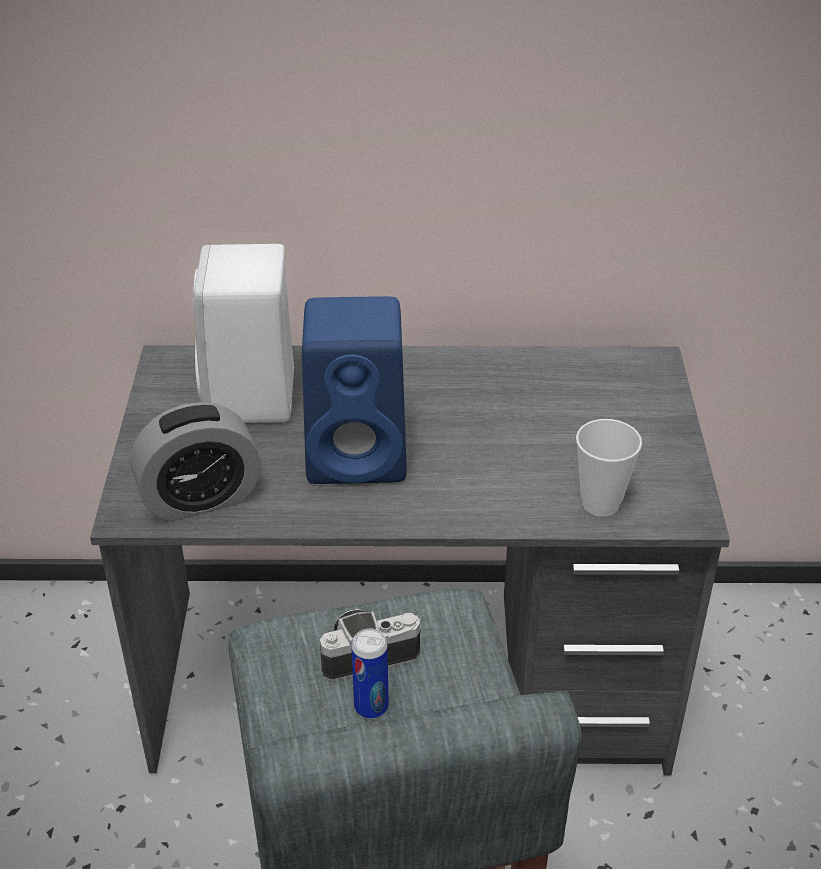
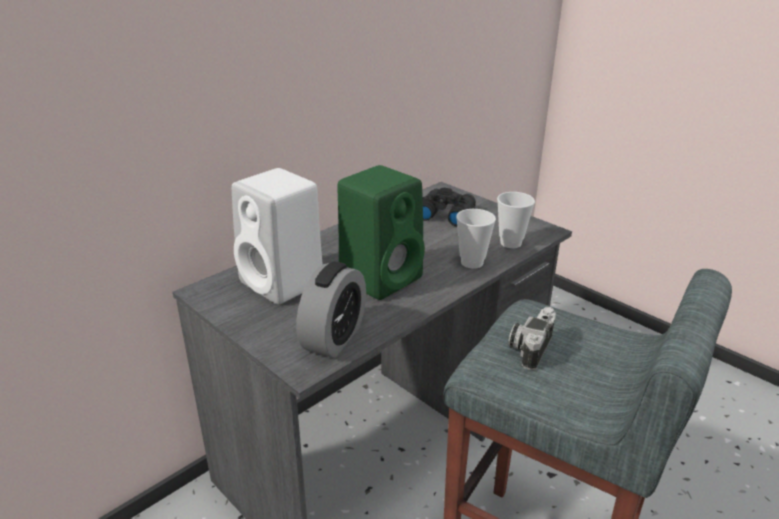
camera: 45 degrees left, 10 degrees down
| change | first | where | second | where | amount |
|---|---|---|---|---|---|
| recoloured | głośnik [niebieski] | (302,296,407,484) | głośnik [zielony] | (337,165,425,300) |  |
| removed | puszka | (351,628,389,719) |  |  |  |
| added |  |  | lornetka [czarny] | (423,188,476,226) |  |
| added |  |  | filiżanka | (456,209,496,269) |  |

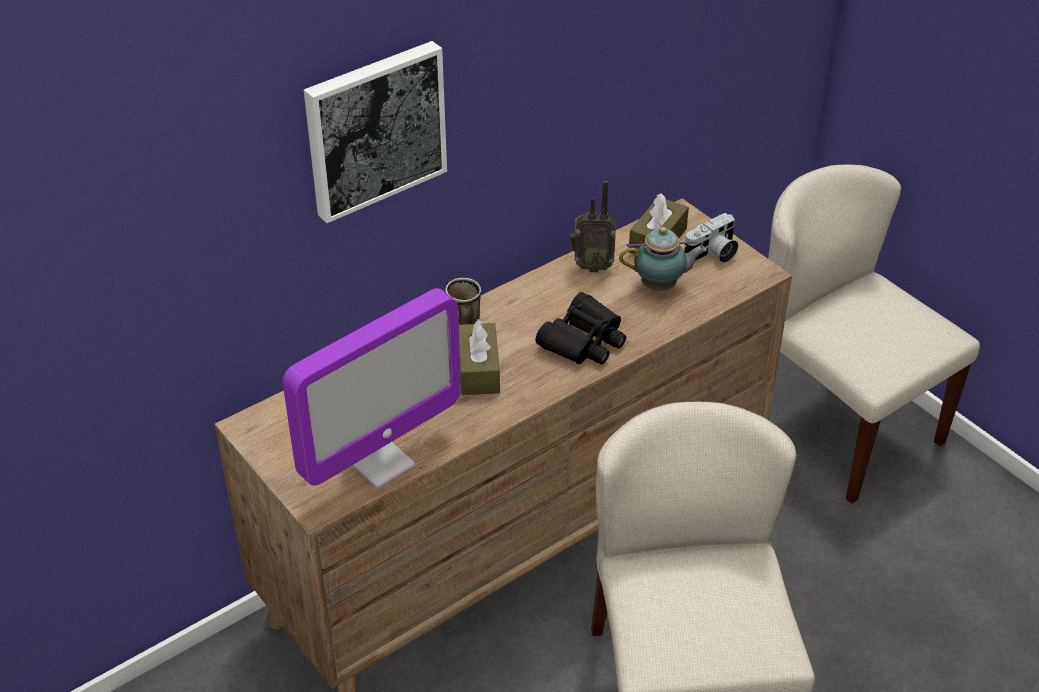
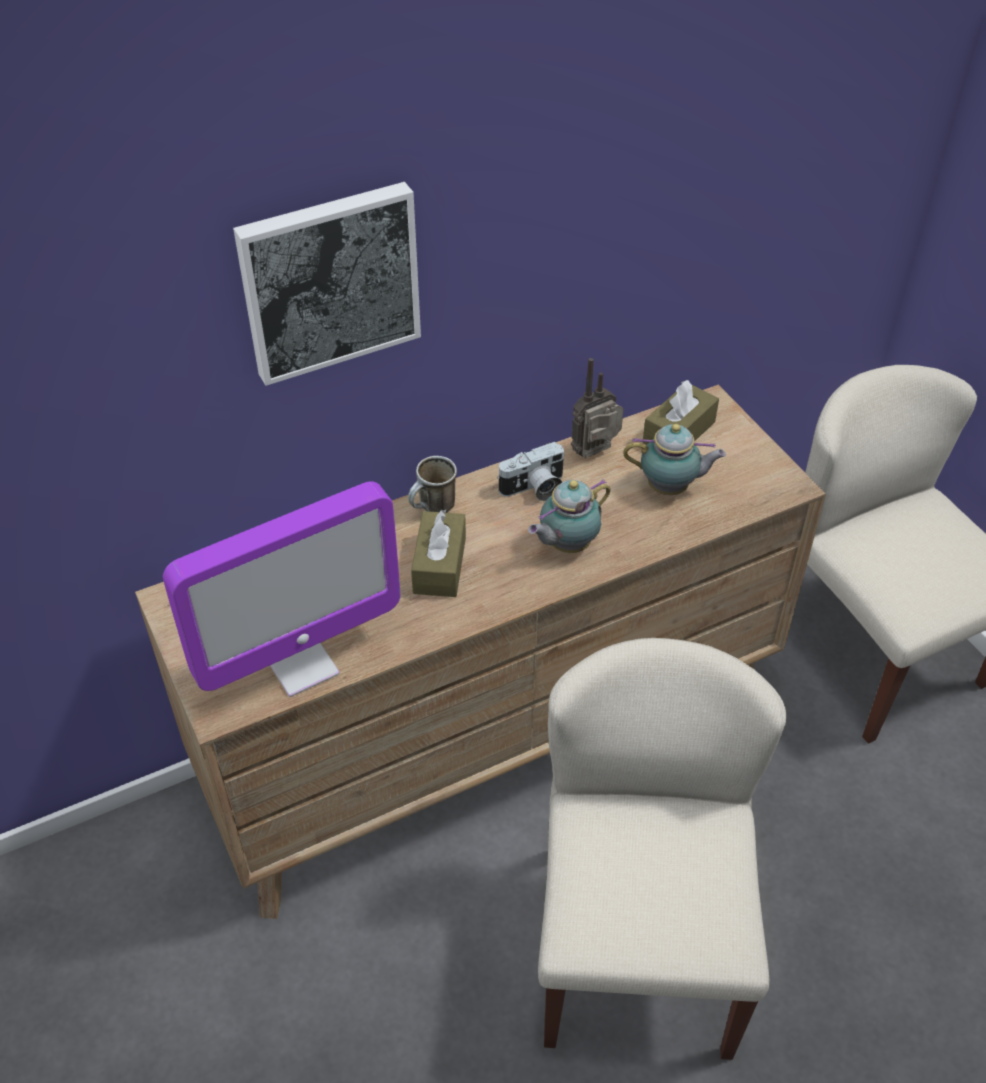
camera: 10 degrees right, 5 degrees up
| change | first | where | second | where | amount |
|---|---|---|---|---|---|
| replaced | lornetka [czarny] | (535,292,626,364) | imbryk | (528,479,610,553) |  |
| turned | radio | (570,181,616,272) |  | (571,358,624,458) | 135 degrees clockwise |
| moved | aparat fotograficzny | (684,213,738,263) |  | (497,442,565,501) |  |

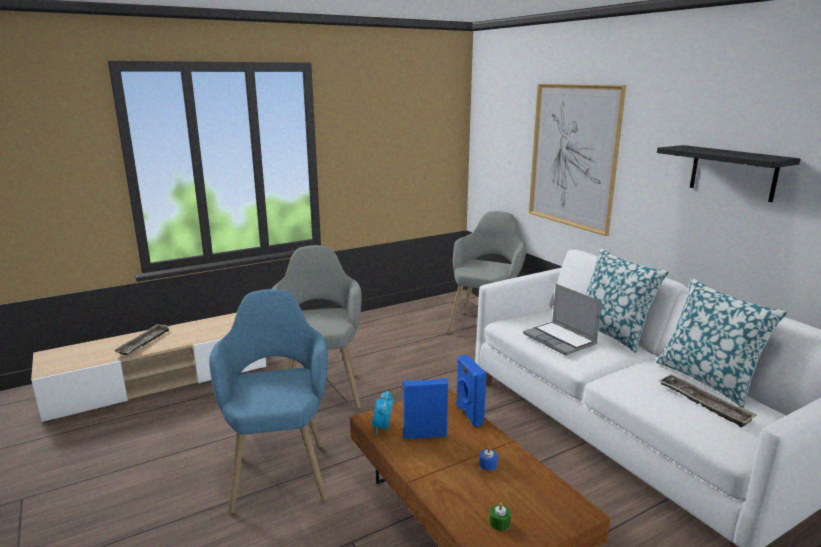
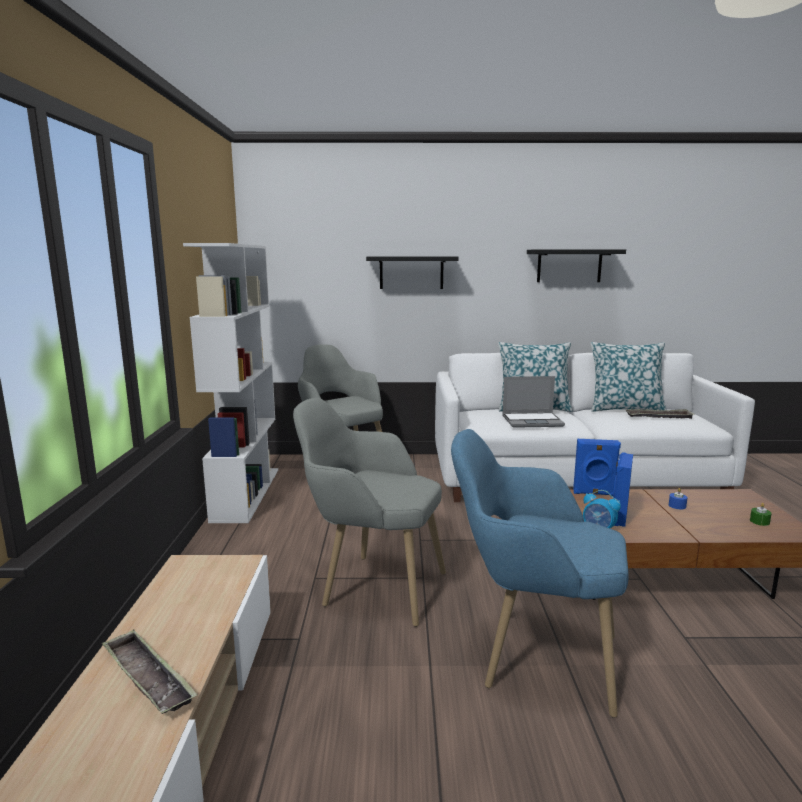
camera: 60 degrees left, 5 degrees down
| change | first | where | second | where | amount |
|---|---|---|---|---|---|
| replaced | obraz | (529,84,626,236) | półka [czarny] | (366,257,459,289) |  |
| added |  |  | regał [biały] | (183,243,278,523) |  |

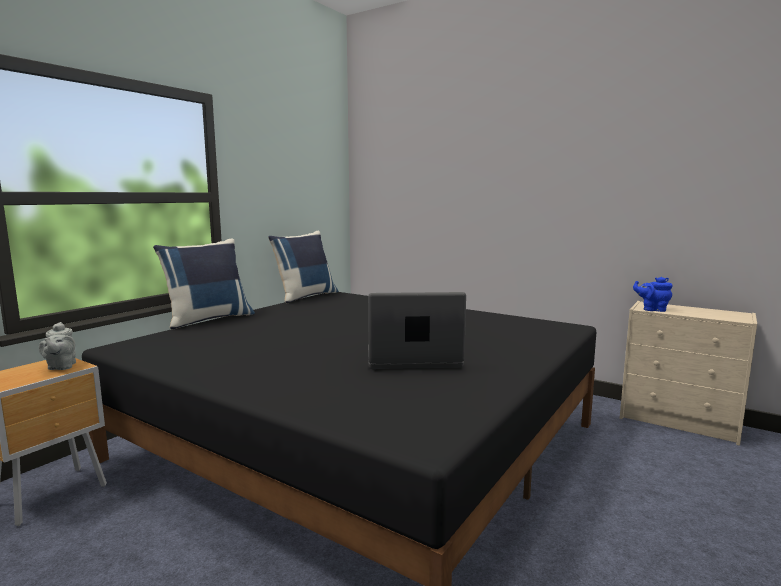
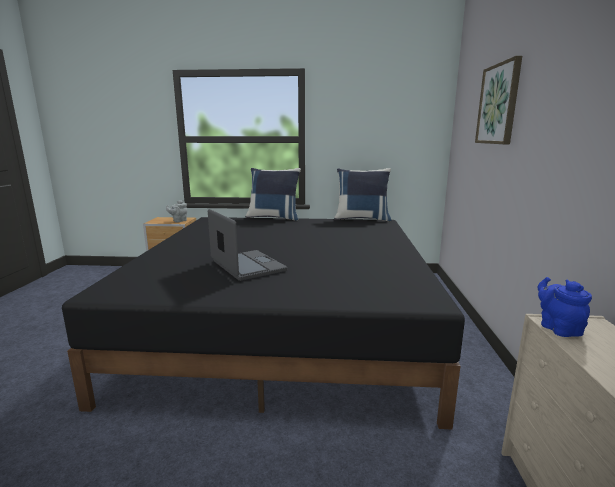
camera: 60 degrees right, 5 degrees up
| change | first | where | second | where | amount |
|---|---|---|---|---|---|
| added |  |  | obraz | (475,56,522,144) |  |

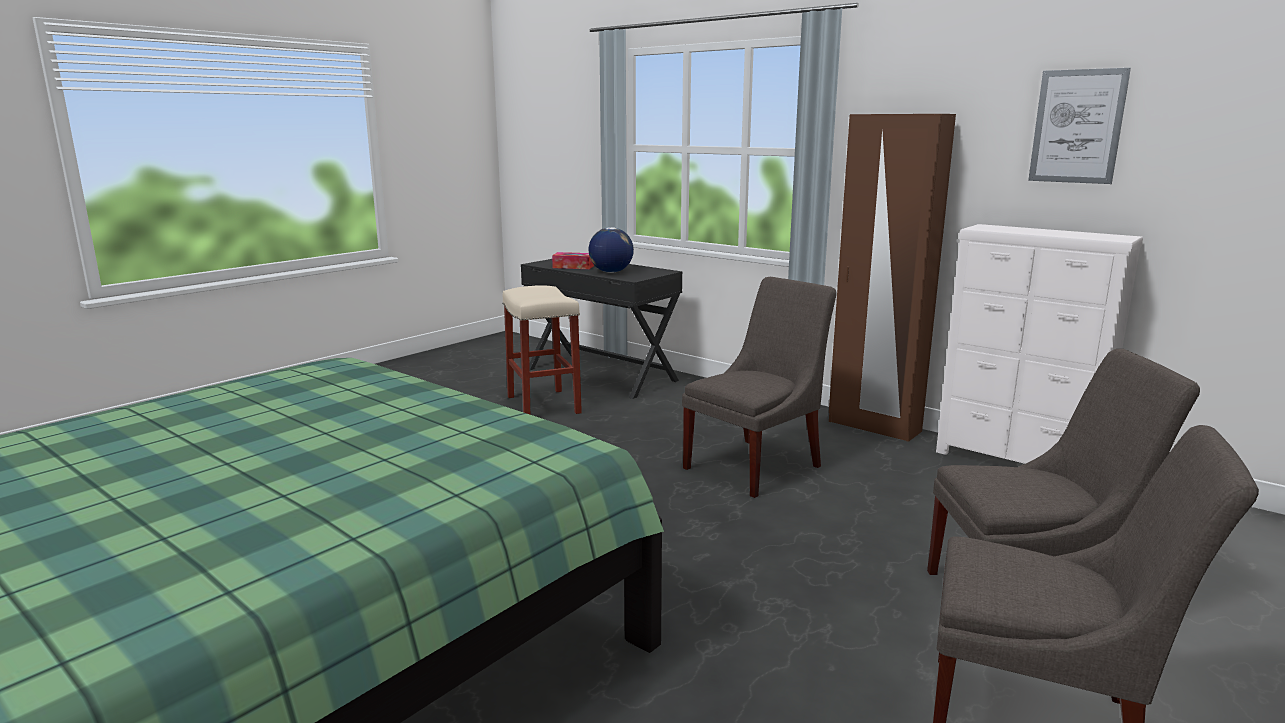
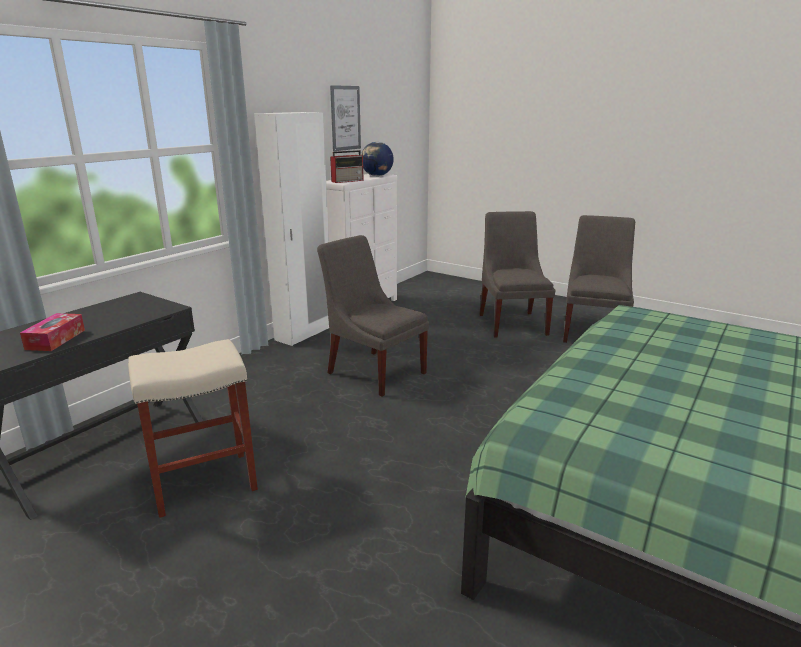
camera: 95 degrees left, 5 degrees up
| change | first | where | second | where | amount |
|---|---|---|---|---|---|
| moved | globus | (589,227,634,273) |  | (361,142,394,176) |  |
| recoloured | szafa [brązowy] | (829,114,956,442) | szafa [biały] | (254,112,329,346) |  |
| added |  |  | radio | (330,150,364,183) |  |

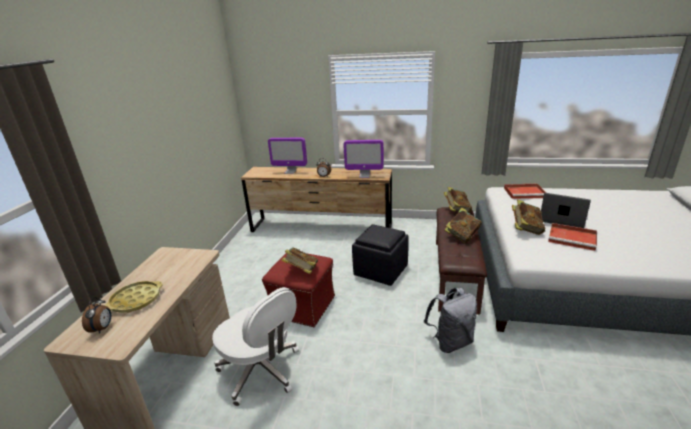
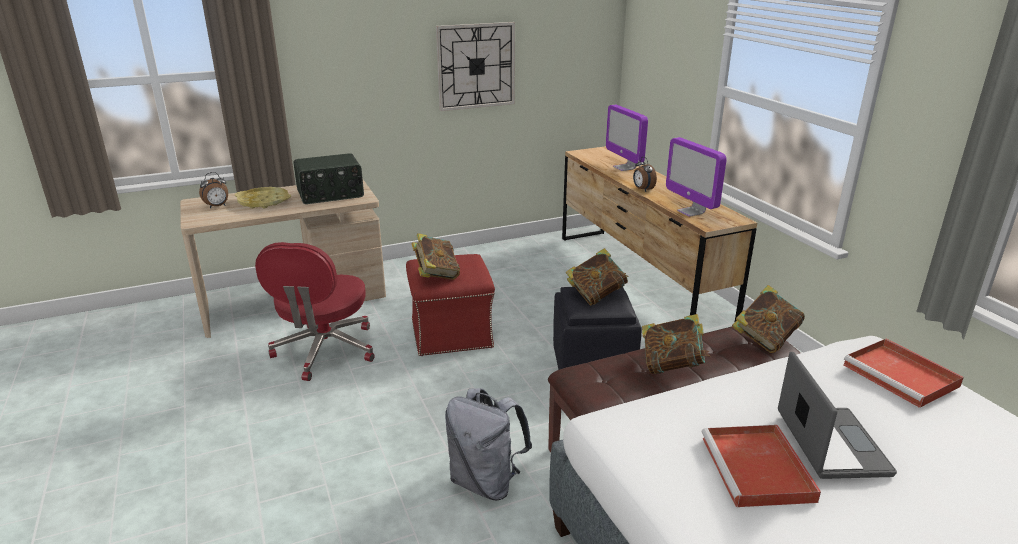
camera: 55 degrees right, 0 degrees up
| change | first | where | second | where | amount |
|---|---|---|---|---|---|
| recoloured | krzesło biurowe [biały] | (212,287,299,406) | krzesło biurowe [czerwony] | (255,242,375,381) |  |
| moved | książka | (512,200,545,235) |  | (566,248,629,306) |  |
| added |  |  | radio | (294,153,364,204) |  |
| added |  |  | zegar ścienny | (436,22,515,111) |  |

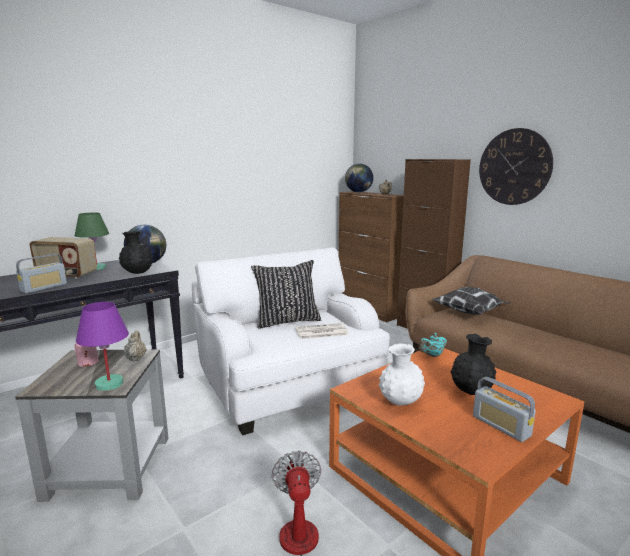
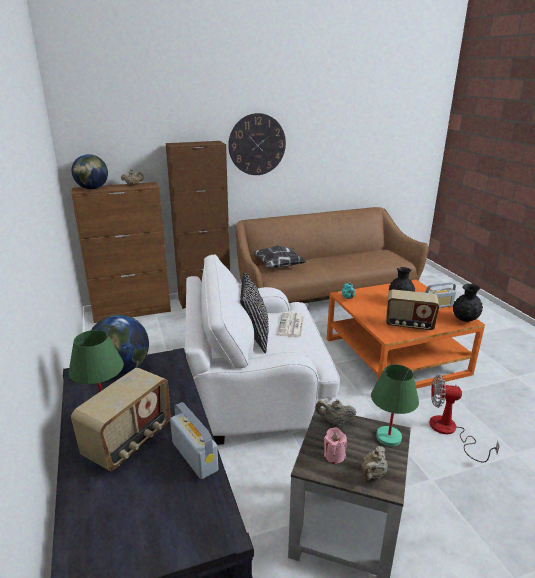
camera: 70 degrees left, 10 degrees up
| change | first | where | second | where | amount |
|---|---|---|---|---|---|
| recoloured | lampa stołowa [fioletowy] | (76,302,129,391) | lampa stołowa [zielony] | (371,364,419,447) |  |
| moved | wazon [czarny] | (119,231,153,274) |  | (453,284,483,322) |  |
| replaced | wazon [biały] | (379,343,425,406) | radio | (386,289,439,331) |  |
| added |  |  | imbryk [beżowy] | (361,446,388,481) |  |

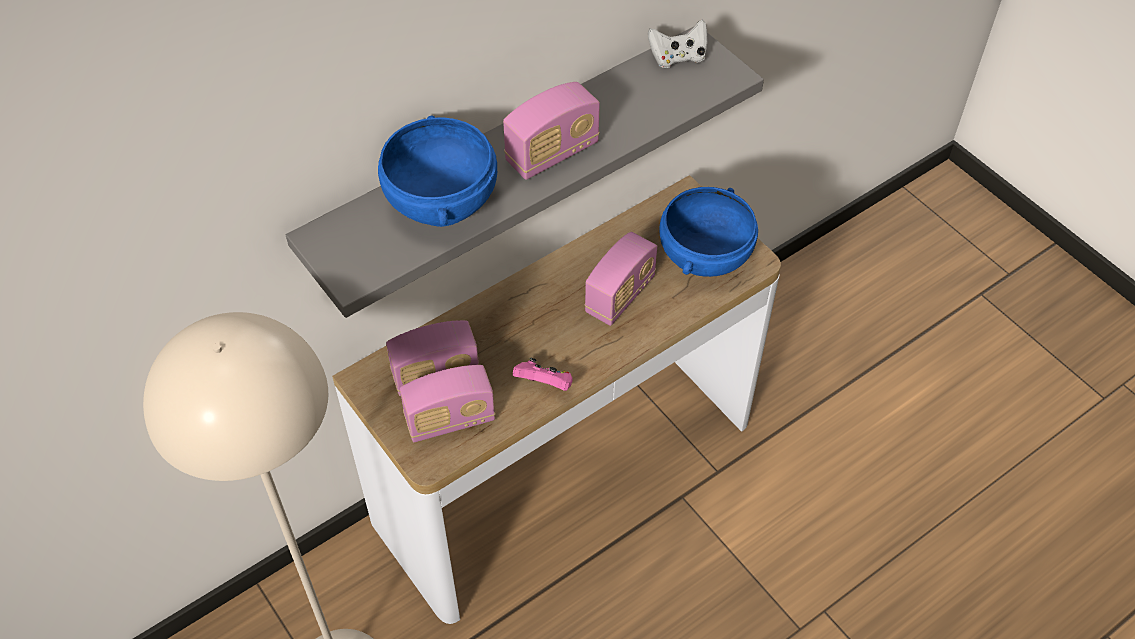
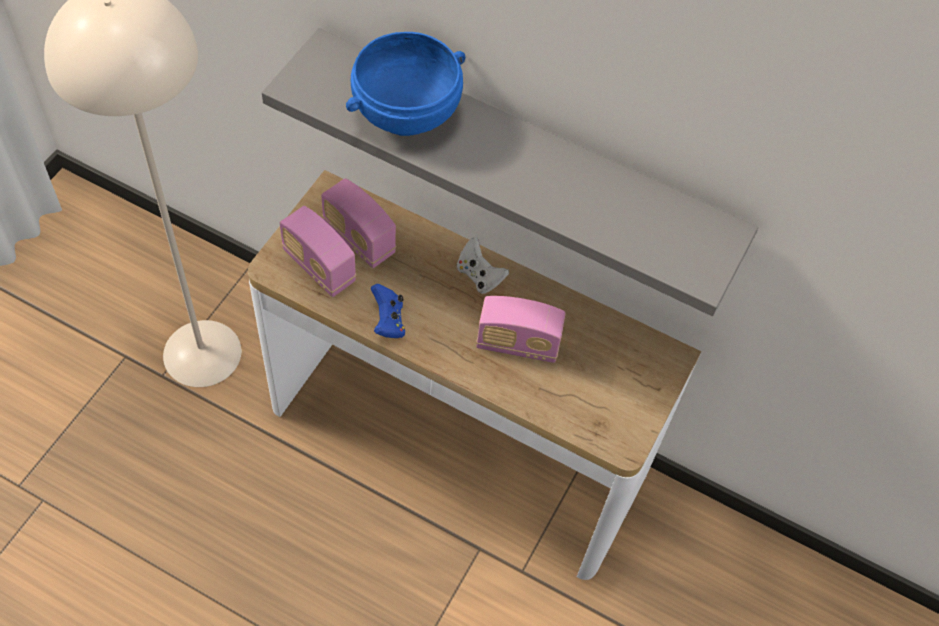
camera: 60 degrees right, 5 degrees up
| change | first | where | second | where | amount |
|---|---|---|---|---|---|
| removed | radio | (503,82,600,180) |  |  |  |
| recoloured | pad do gier [różowy] | (513,358,573,391) | pad do gier [niebieski] | (371,284,405,338) |  |
| moved | pad do gier [biały] | (648,20,707,68) |  | (457,237,509,294) |  |
| removed | miska [niebieski] | (660,187,758,277) |  |  |  |

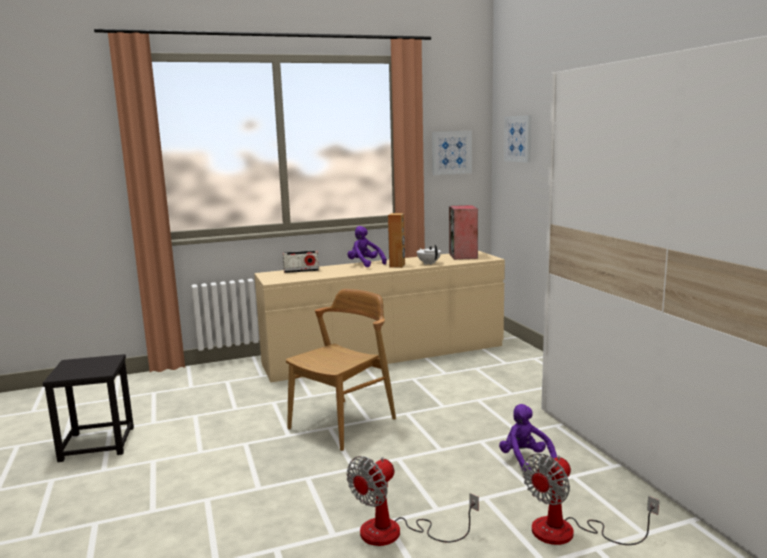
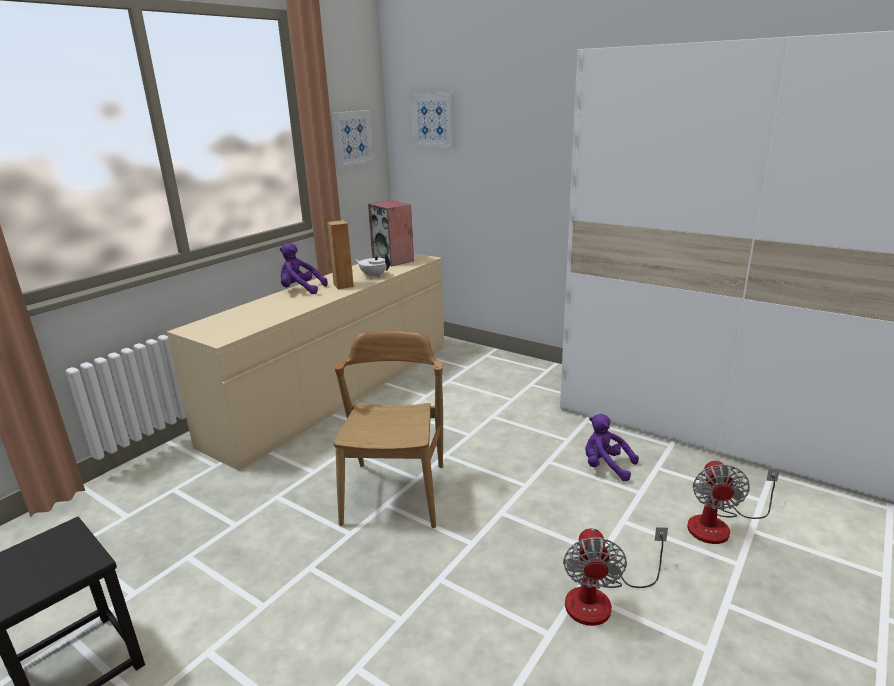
camera: 35 degrees left, 10 degrees up
| change | first | where | second | where | amount |
|---|---|---|---|---|---|
| removed | radio | (283,250,319,273) |  |  |  |

